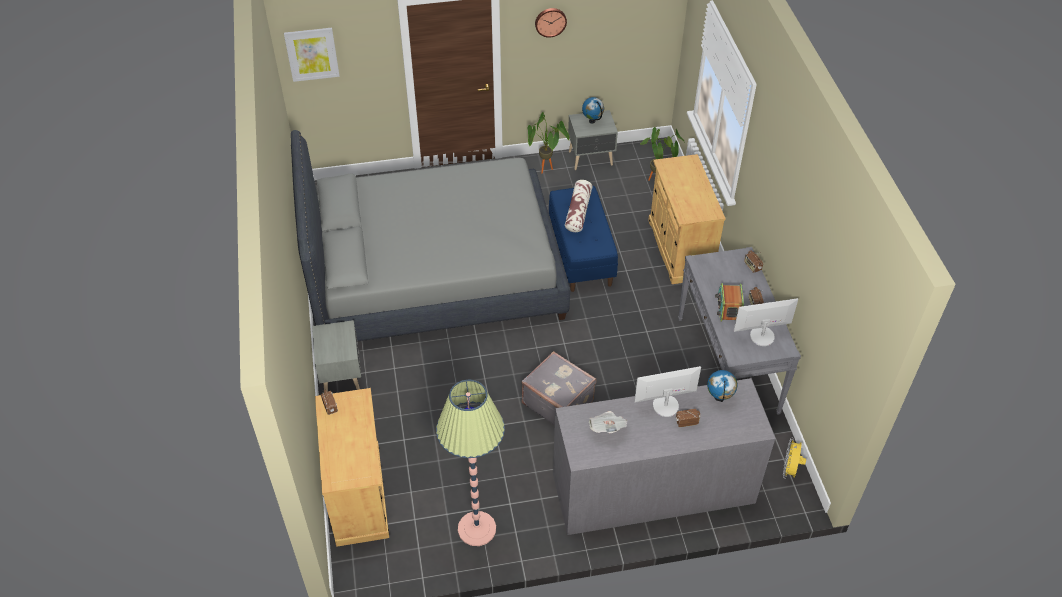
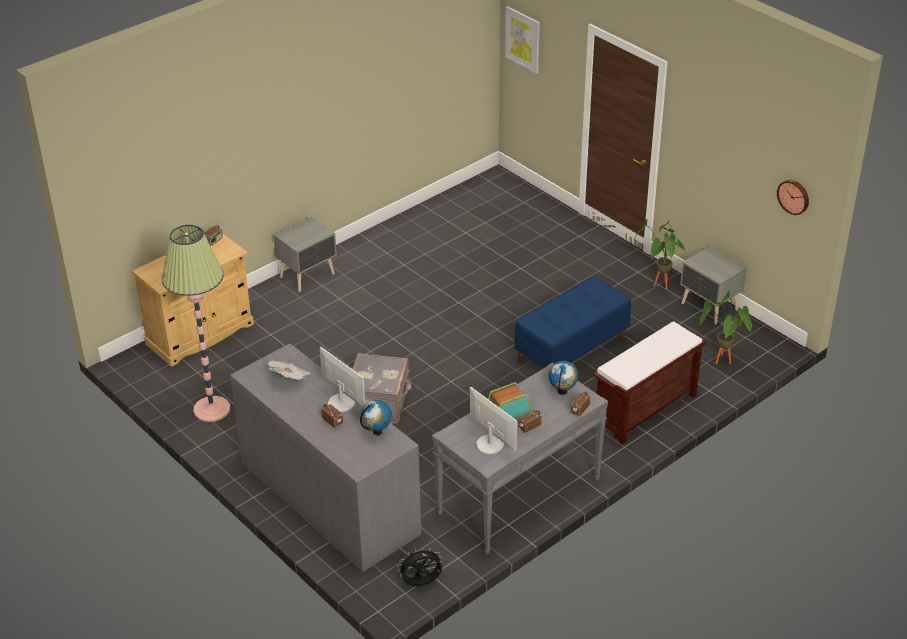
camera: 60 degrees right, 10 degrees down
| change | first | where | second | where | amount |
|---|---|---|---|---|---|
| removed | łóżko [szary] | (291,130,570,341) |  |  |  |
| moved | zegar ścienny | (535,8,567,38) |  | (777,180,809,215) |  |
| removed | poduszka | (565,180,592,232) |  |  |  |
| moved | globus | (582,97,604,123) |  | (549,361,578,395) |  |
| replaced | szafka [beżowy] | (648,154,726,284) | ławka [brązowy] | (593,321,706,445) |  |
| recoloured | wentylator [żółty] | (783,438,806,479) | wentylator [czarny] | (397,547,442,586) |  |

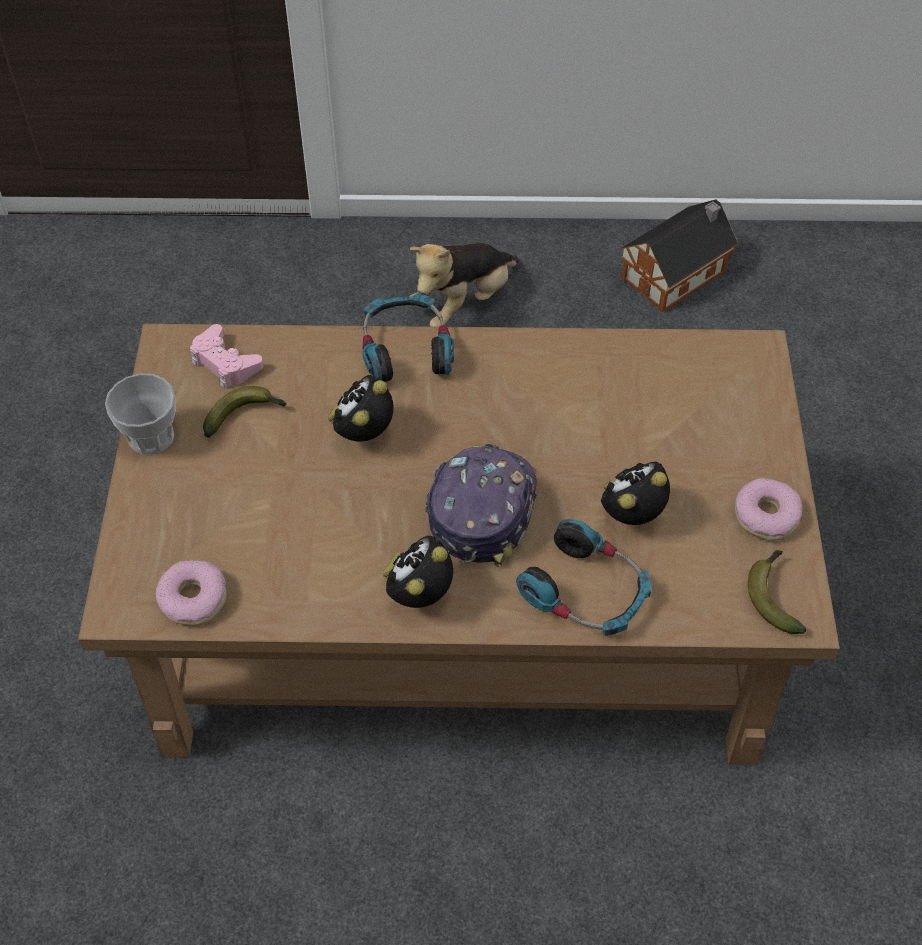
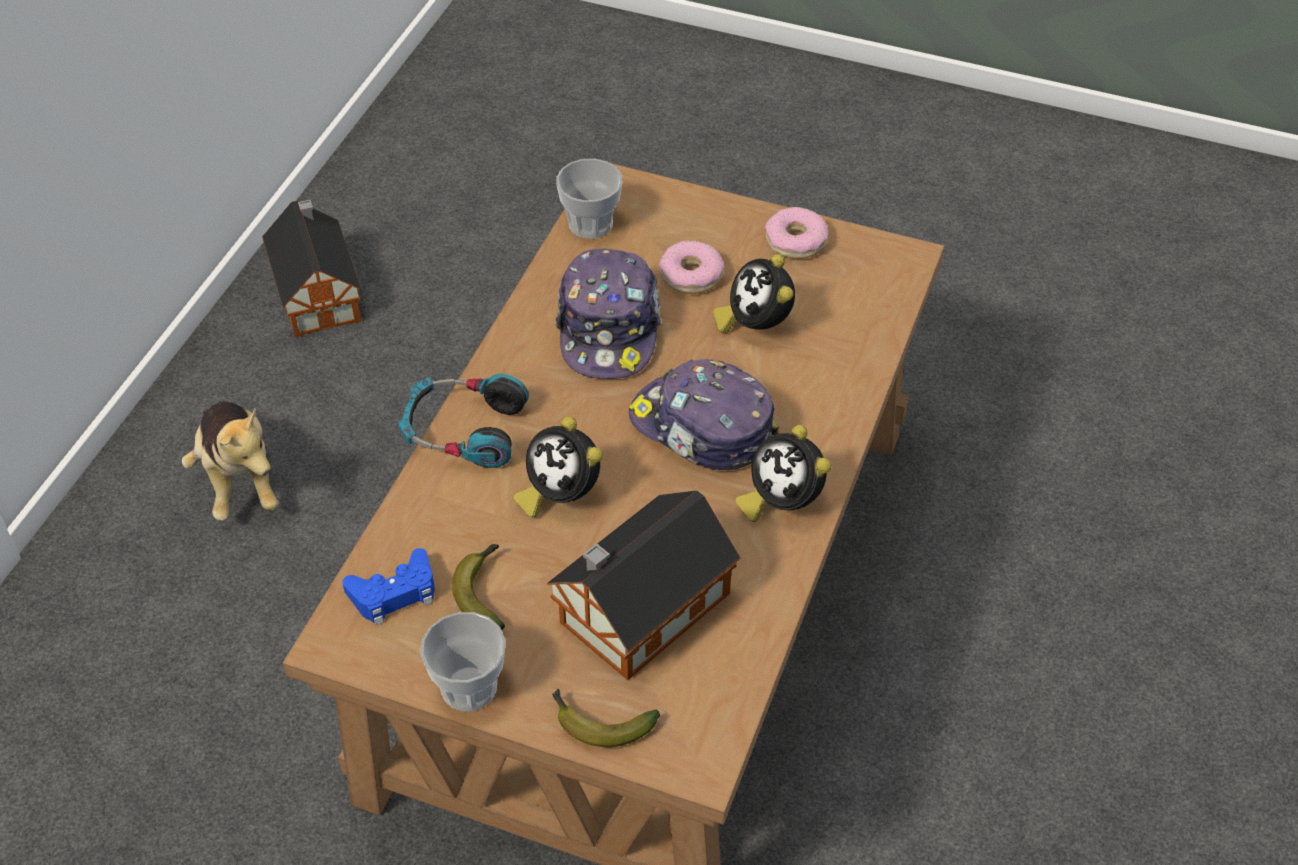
camera: 70 degrees left, 5 degrees down
| change | first | where | second | where | amount |
|---|---|---|---|---|---|
| moved | donut | (156,560,226,626) |  | (659,241,725,294) |  |
| recoloured | pad do gier [różowy] | (190,324,263,389) | pad do gier [niebieski] | (342,548,435,625) |  |
| removed | słuchawki | (516,519,651,636) |  |  |  |
| moved | banan | (748,550,806,634) |  | (552,689,660,747) |  |
| added |  |  | domek | (547,490,741,680) |  |
| added |  |  | czapka z daszkiem | (555,249,662,379) |  |
| added |  |  | filiżanka | (557,159,622,239) |  |

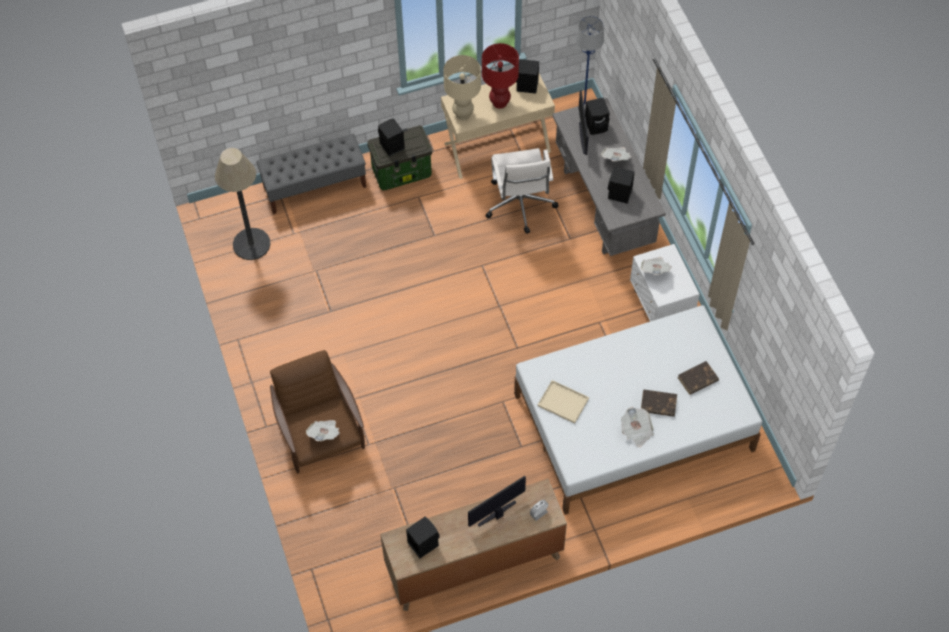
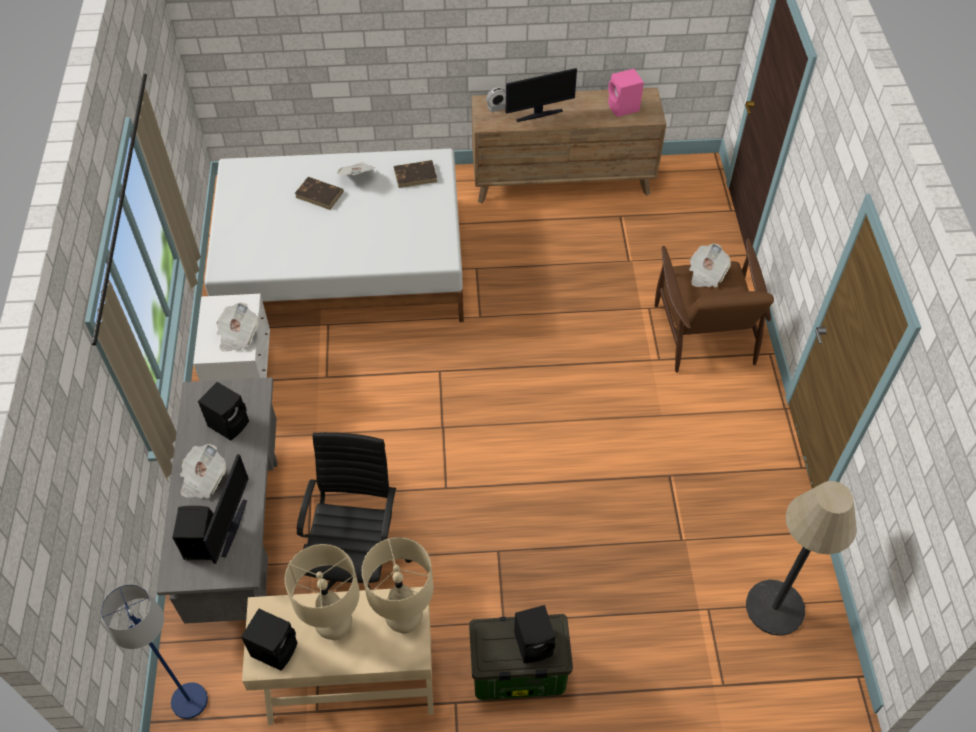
camera: 165 degrees left, 5 degrees down
| change | first | where | second | where | amount |
|---|---|---|---|---|---|
| removed | ławka [szary] | (257,134,366,214) |  |  |  |
| recoloured | głośnik [czarny] | (406,517,440,558) | głośnik [różowy] | (608,69,644,117) |  |
| recoloured | lampa stołowa [czerwony] | (482,43,519,109) | lampa stołowa [beżowy] | (284,544,360,640) |  |
| recoloured | krzesło biurowe [biały] | (486,148,559,234) | krzesło biurowe [czarny] | (296,432,412,590) |  |
| removed | taca [beżowy] | (538,380,589,424) |  |  |  |
| moved | książka [brązowy] | (677,361,719,395) |  | (394,160,437,188) |  |

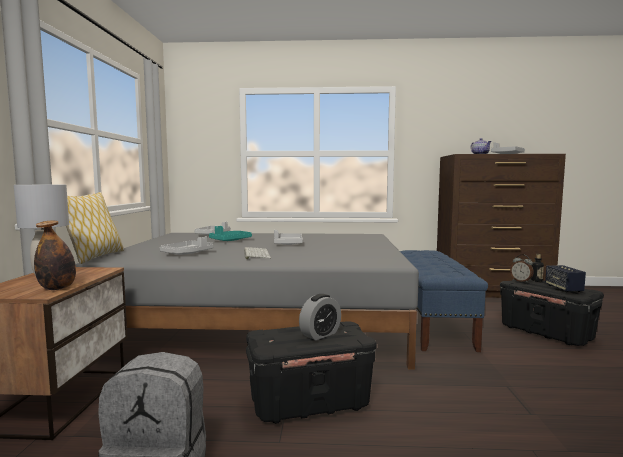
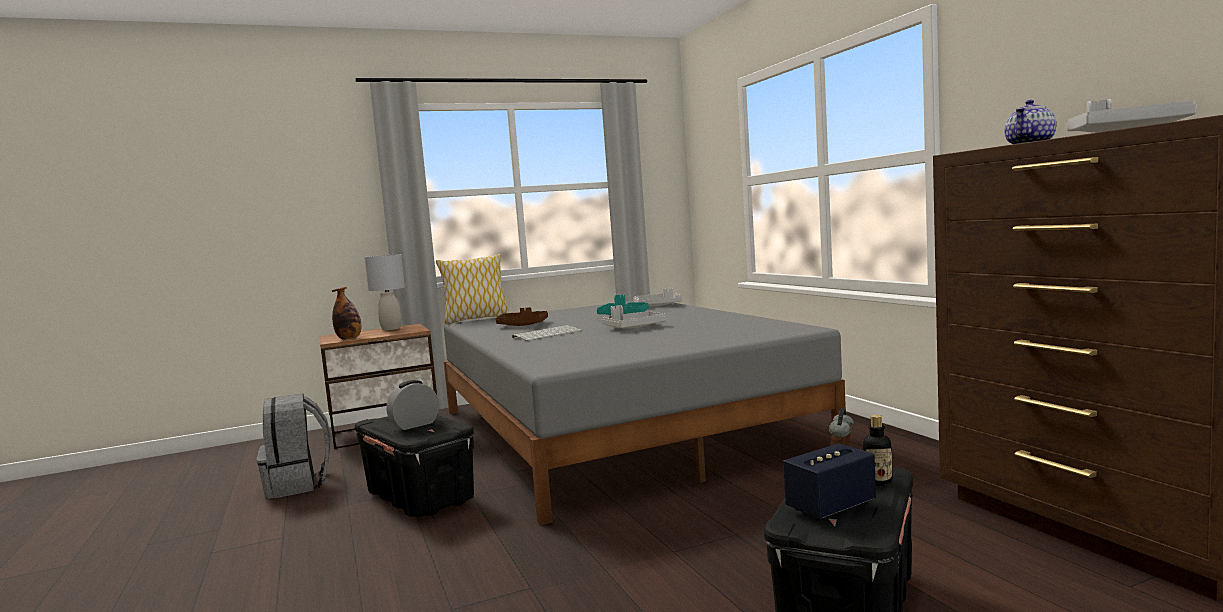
camera: 65 degrees right, 0 degrees up
| change | first | where | second | where | amount |
|---|---|---|---|---|---|
| recoloured | taca [szary] | (160,236,214,255) | taca [brązowy] | (496,307,548,326) |  |
| turned | budzik | (299,294,341,340) |  | (386,380,439,430) | 120 degrees clockwise |
| removed | ławka [niebieski] | (400,250,488,352) |  |  |  |

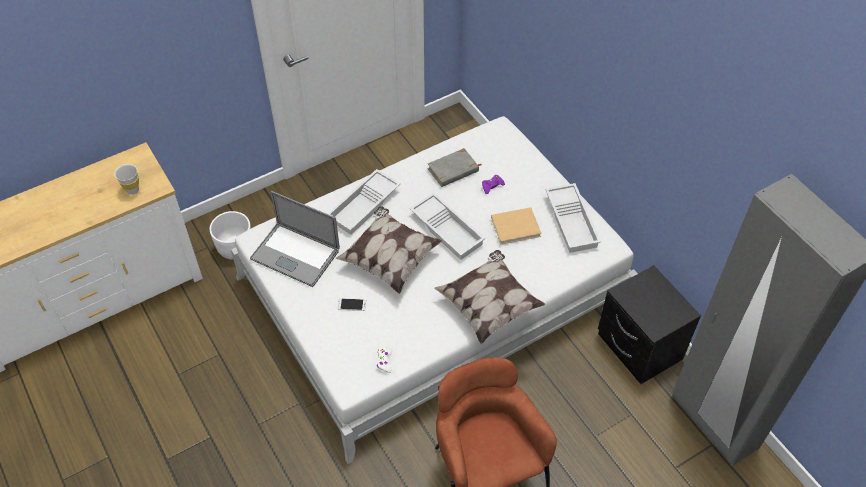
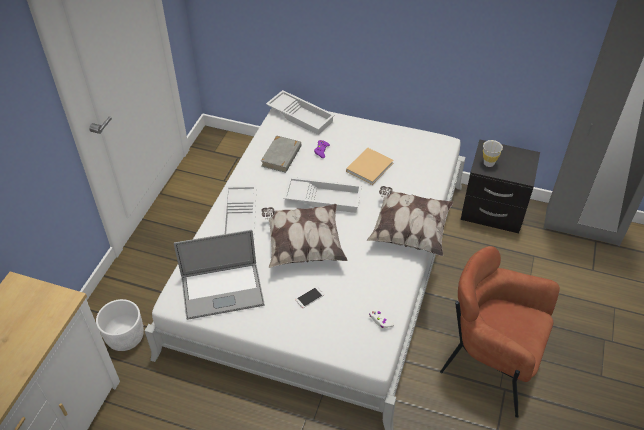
camera: 40 degrees left, 5 degrees down
| change | first | where | second | where | amount |
|---|---|---|---|---|---|
| moved | filiżanka [biały] | (114,164,139,195) |  | (483,140,503,167) |  |
| moved | taca [biały] | (545,183,601,253) |  | (266,90,335,135) |  |

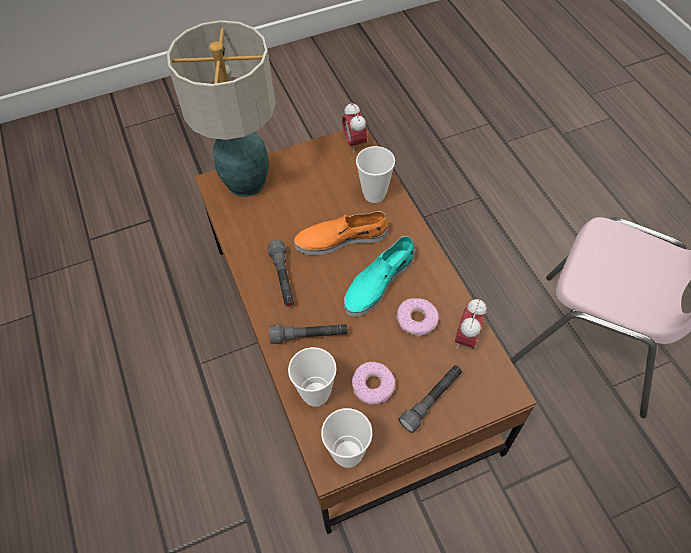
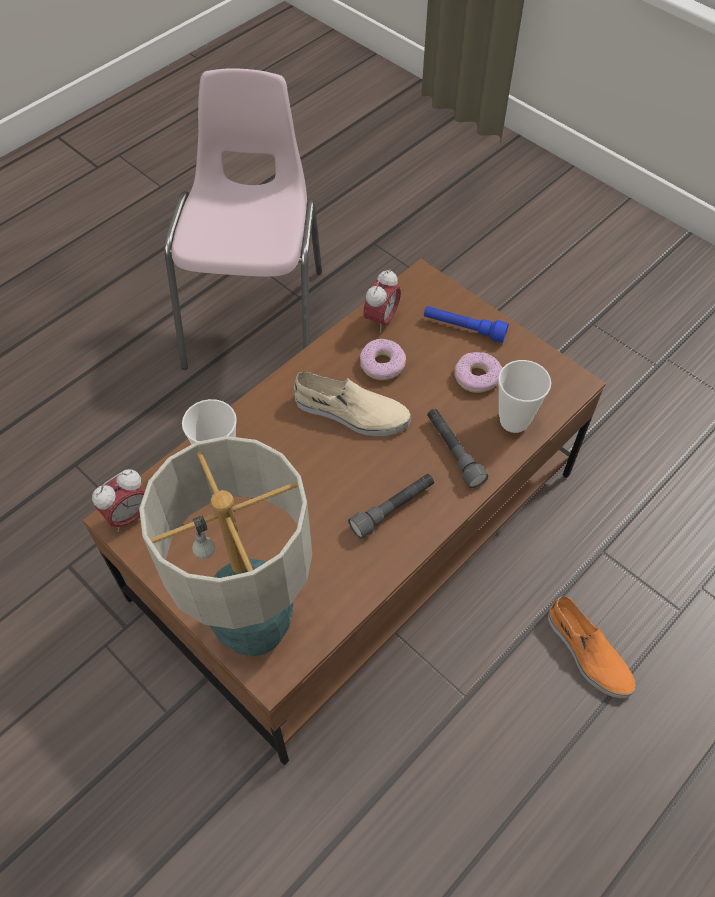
camera: 115 degrees left, 0 degrees up
| change | first | where | second | where | amount |
|---|---|---|---|---|---|
| moved | but [pomarańczowy] | (294,211,388,255) |  | (548,596,636,698) |  |
| removed | filiżanka | (321,408,372,468) |  |  |  |
| recoloured | but [turkusowy] | (344,236,415,317) | but [beżowy] | (294,371,411,436) |  |
| recoloured | latarka [szary] | (399,365,462,433) | latarka [niebieski] | (424,306,509,343) |  |
| turned | budzik | (455,299,487,349) |  | (363,269,401,333) | 60 degrees counterclockwise |

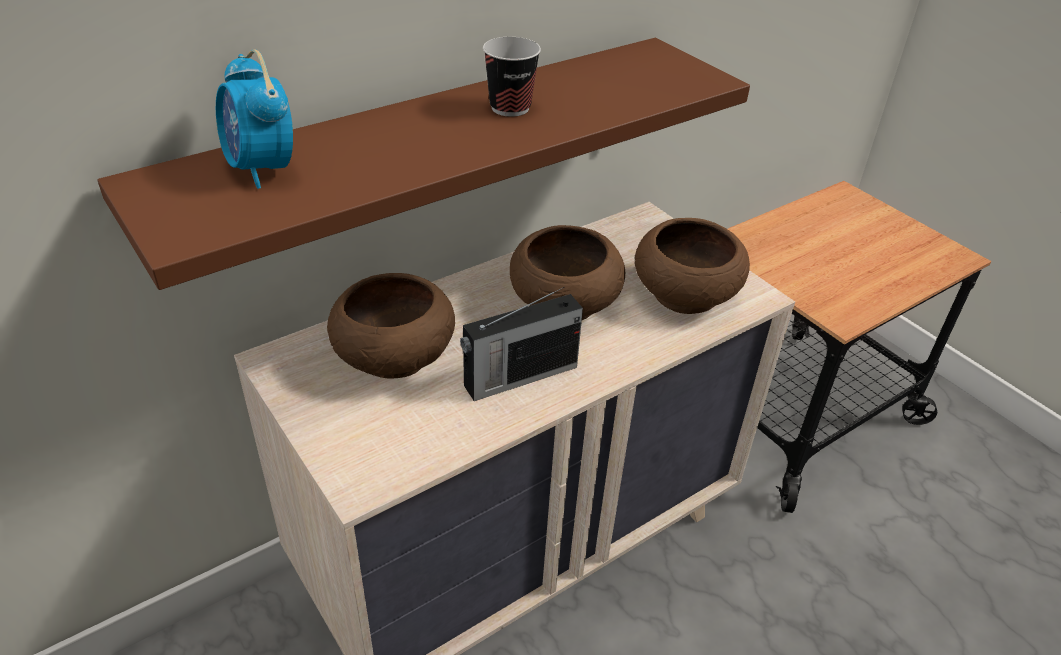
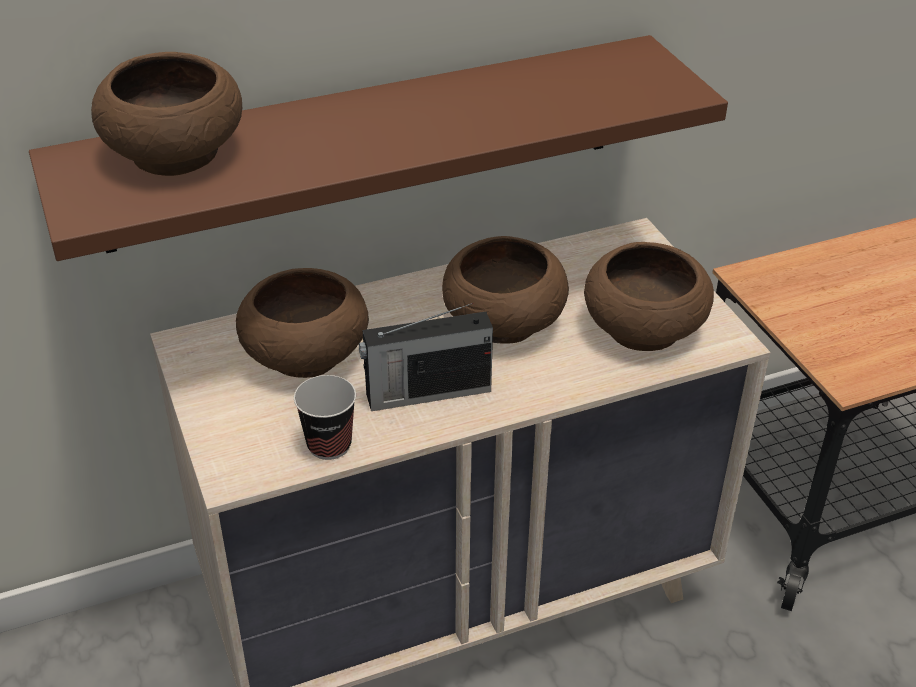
camera: 15 degrees right, 0 degrees up
| change | first | where | second | where | amount |
|---|---|---|---|---|---|
| replaced | budzik | (216,50,293,189) | miska [brązowy] | (91,52,242,176) |  |
| moved | filiżanka | (483,37,541,117) |  | (294,375,356,460) |  |

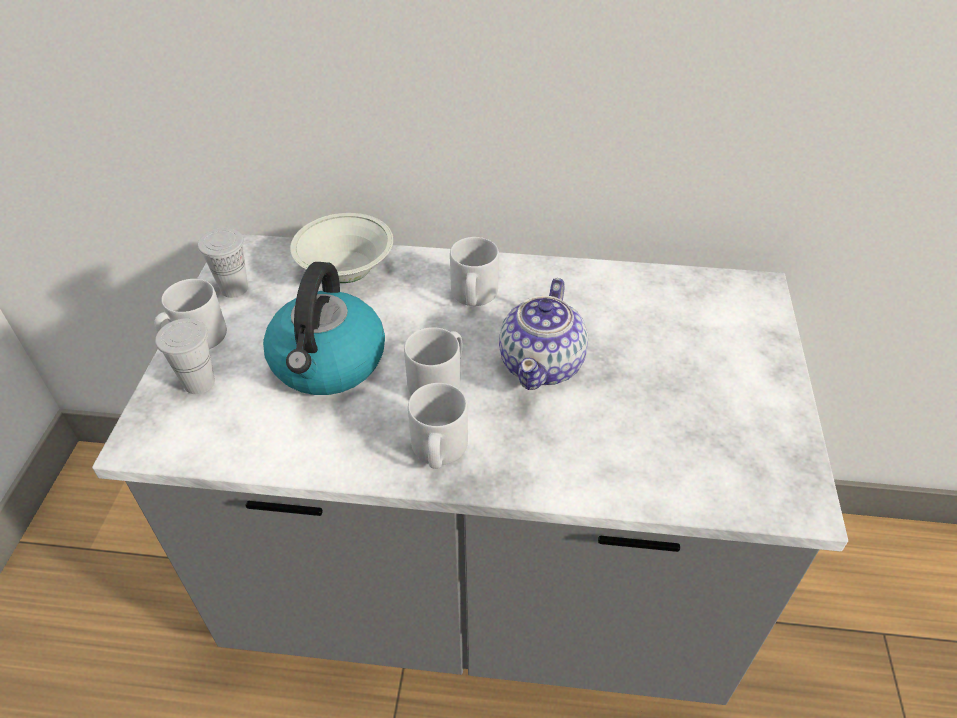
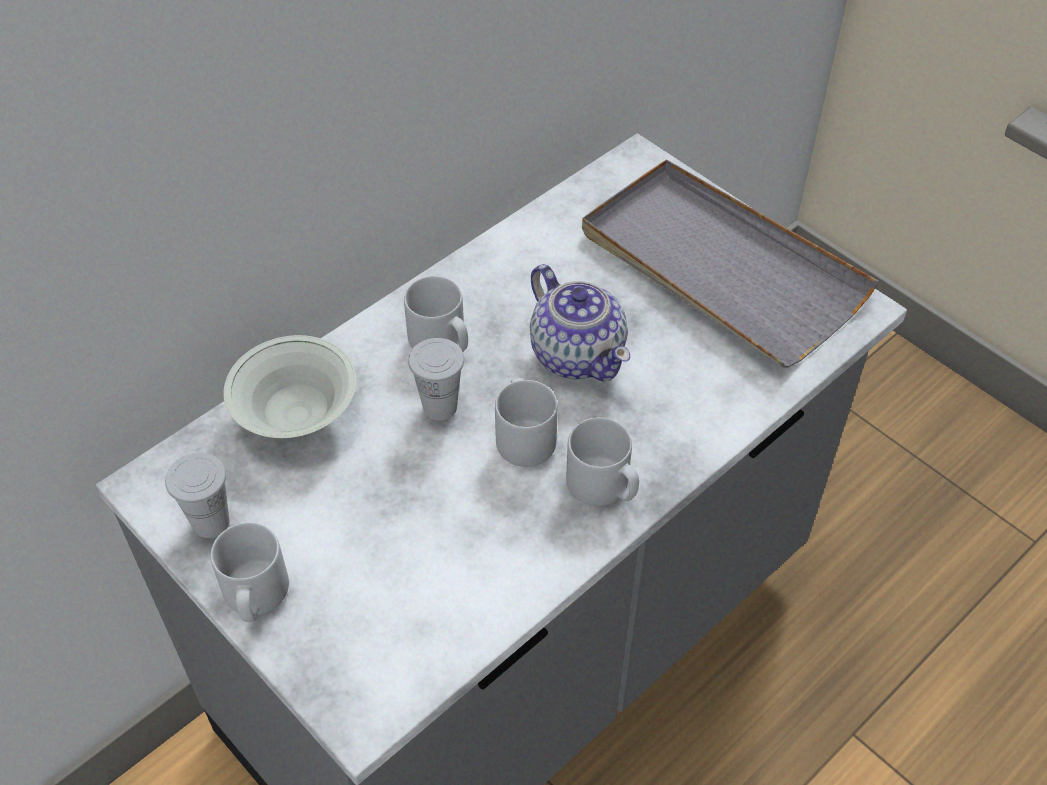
camera: 50 degrees left, 5 degrees up
| change | first | where | second | where | amount |
|---|---|---|---|---|---|
| moved | filiżanka [biały] | (155,318,215,394) |  | (408,338,464,420) |  |
| removed | czajnik | (263,262,385,395) |  |  |  |
| added |  |  | taca [szary] | (582,159,879,368) |  |

